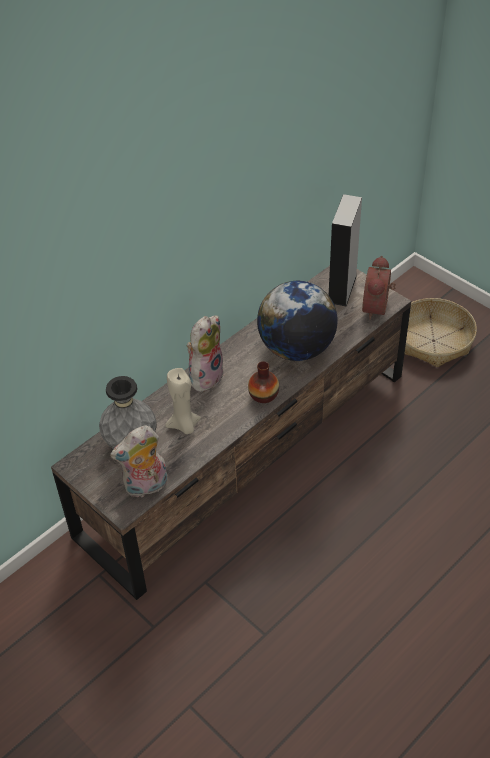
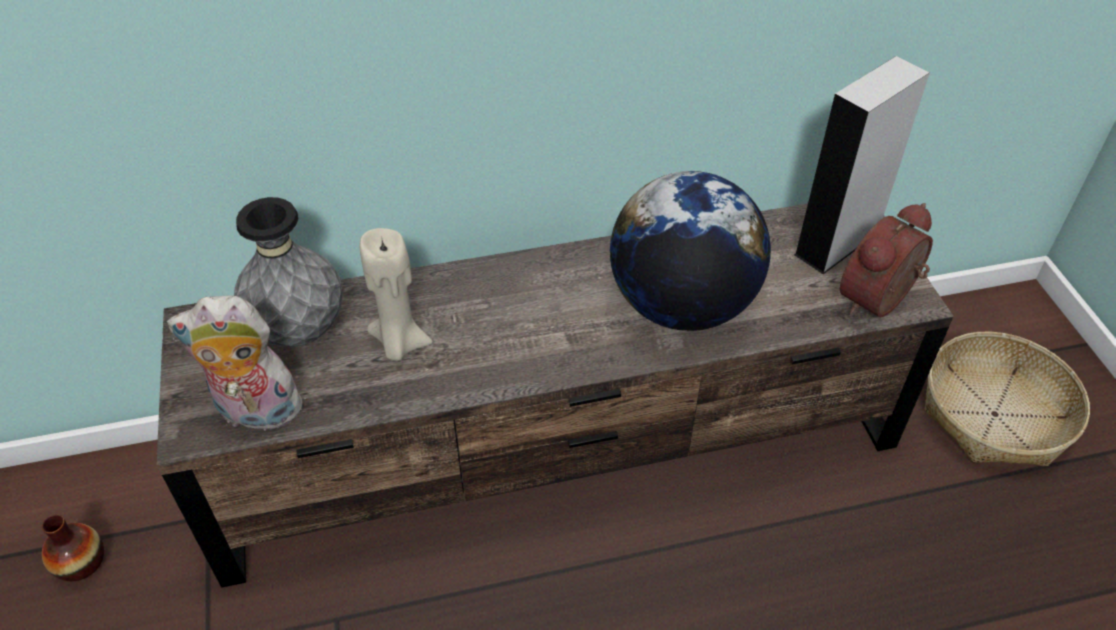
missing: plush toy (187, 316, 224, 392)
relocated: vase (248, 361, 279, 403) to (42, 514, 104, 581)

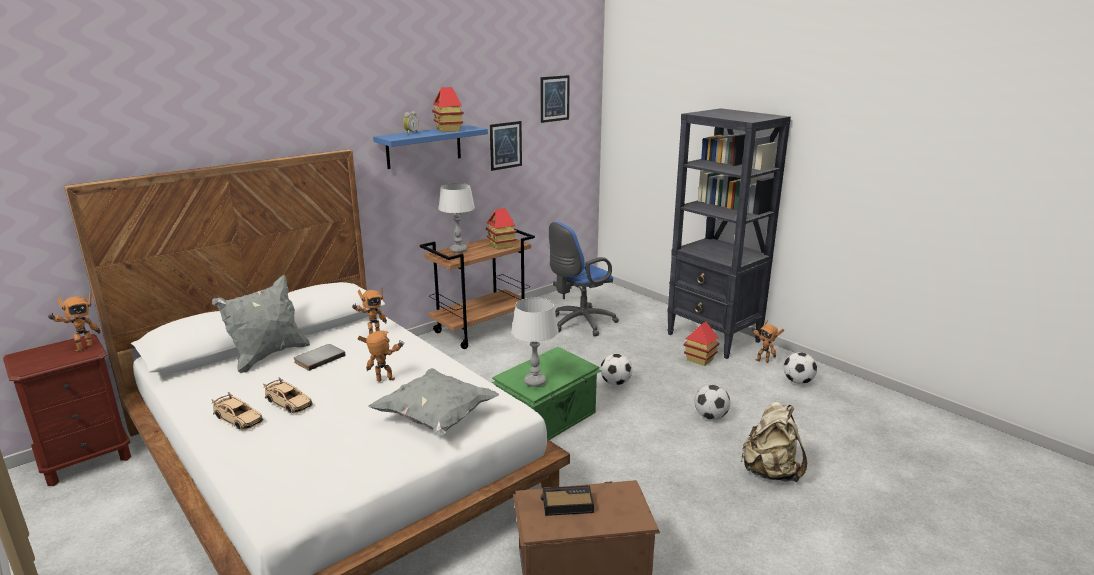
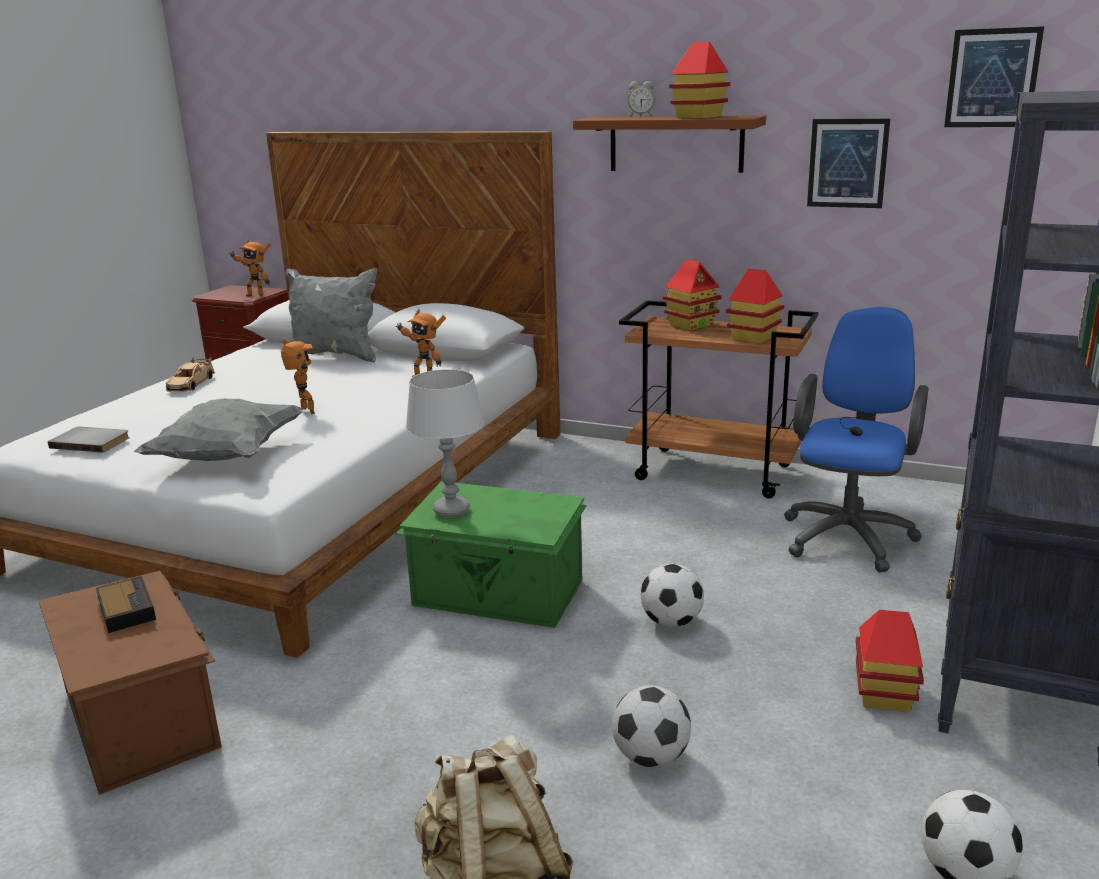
missing: toy robot (751, 321, 784, 363); toy car/beige (263, 377, 313, 414)
relocated: book/grey (294, 344, 345, 371) to (48, 427, 130, 453)
exchanged: table lamp/grey (438, 183, 475, 253) to toy house (663, 259, 722, 331)
colour: shelf/blue (373, 125, 488, 169) to shelf/brown (573, 115, 766, 173)
spun: office chair/blue (549, 222, 619, 336) = (784, 307, 929, 572) 90 degrees clockwise

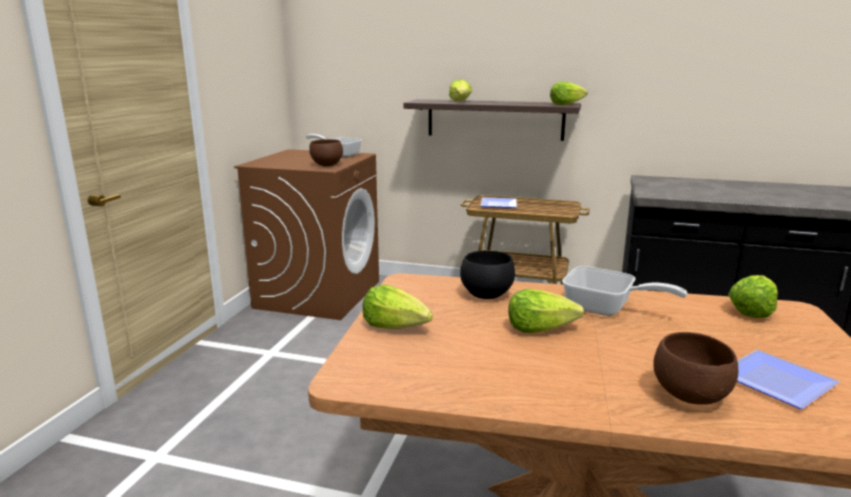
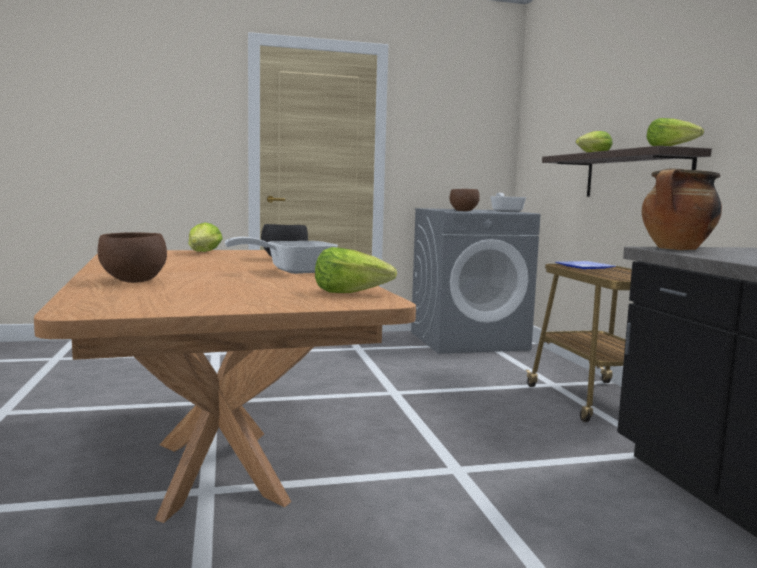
missing: lettuce (509, 289, 584, 333); plate (737, 350, 839, 409)
appeared: cooking pot (642, 168, 722, 250)
colour: washing machine/brown (234, 149, 379, 320) to washing machine/grey (411, 208, 540, 354)
spun: frying pan (562, 266, 687, 316) = (225, 237, 338, 274) 60 degrees clockwise

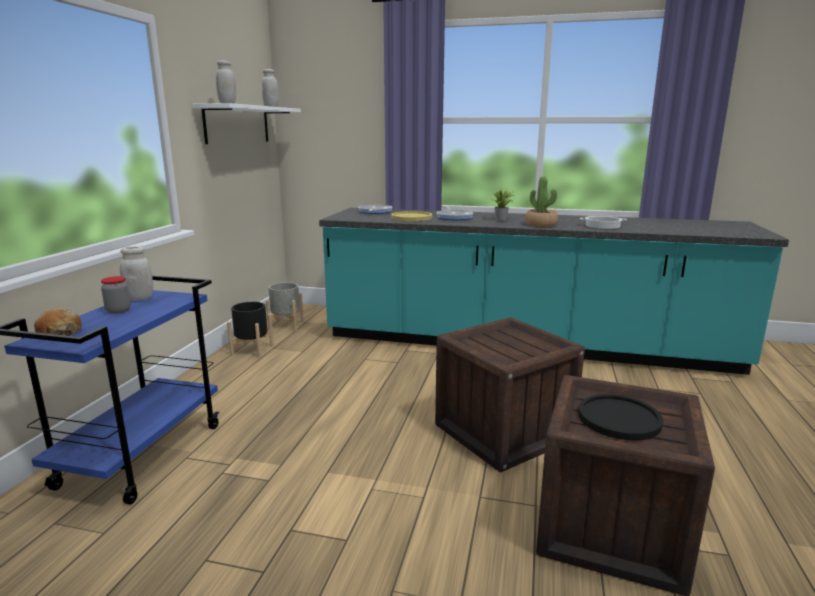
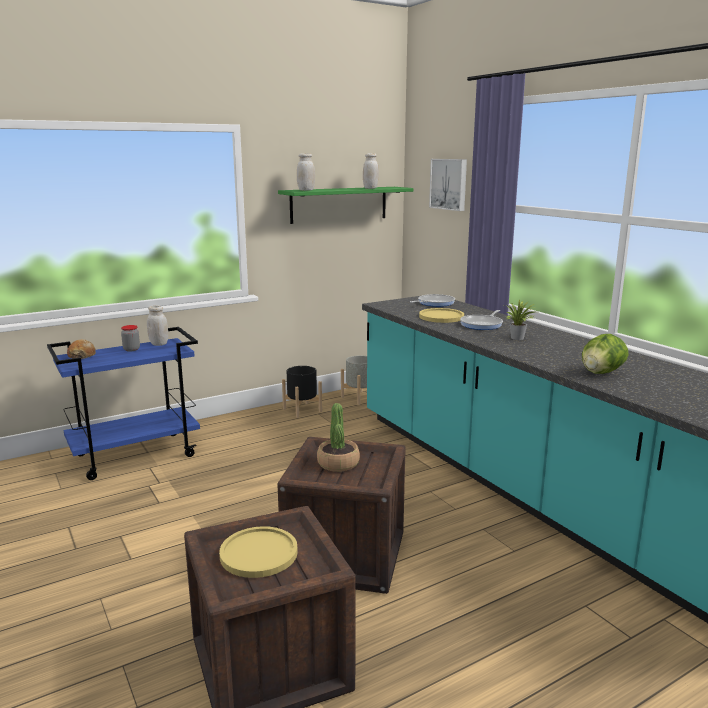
appeared: picture (429, 159, 467, 211)
relocated: potted plant (525, 176, 558, 227) to (317, 403, 360, 472)
exchanged: cooking pot (580, 216, 627, 229) to lettuce (582, 334, 629, 374)
colour: shelf/white (192, 103, 301, 144) to shelf/green (278, 187, 413, 224); plate/black (578, 394, 663, 440) to plate/yellow (219, 526, 298, 578)

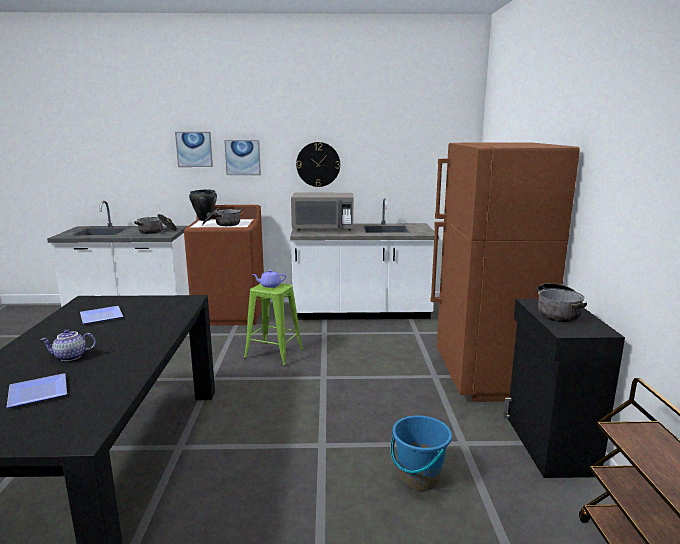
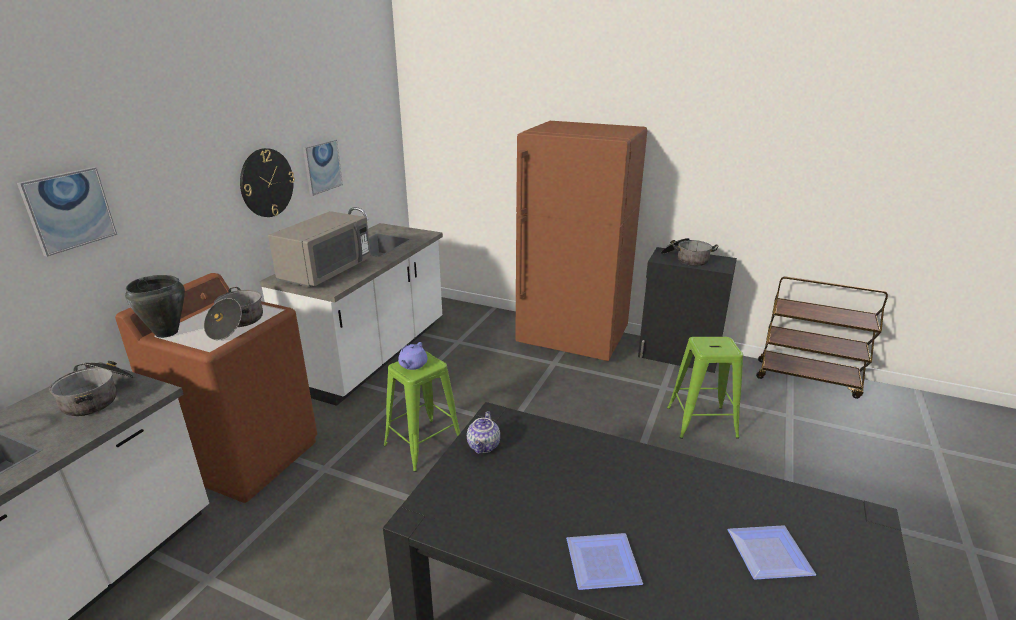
relocated: picture (224, 140, 261, 175) to (303, 139, 343, 196); plate (80, 306, 123, 324) to (566, 533, 643, 590); teapot (40, 329, 96, 361) to (467, 411, 500, 454)
exchanged: bucket/blue (391, 416, 452, 491) to stool/green (667, 337, 743, 439)

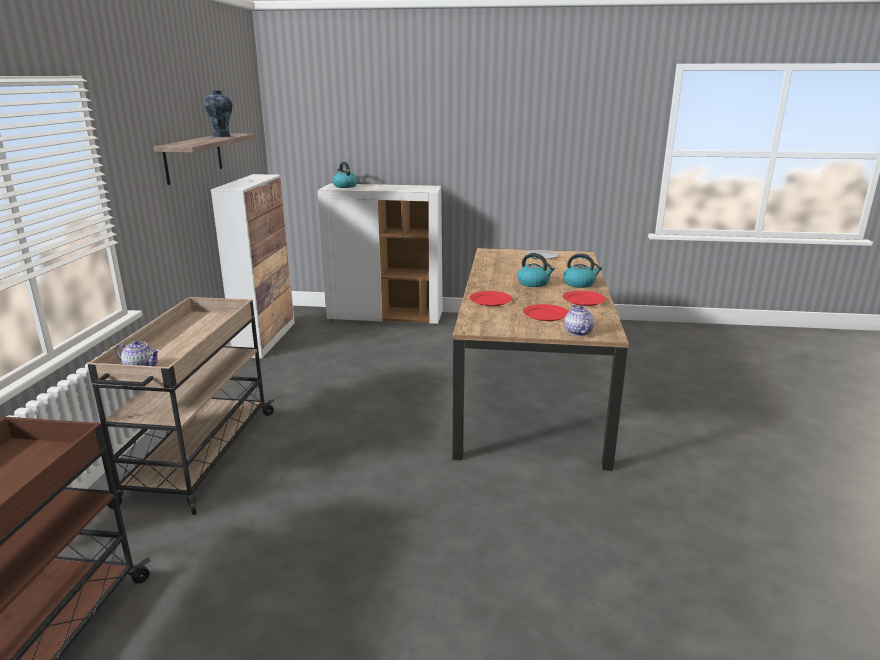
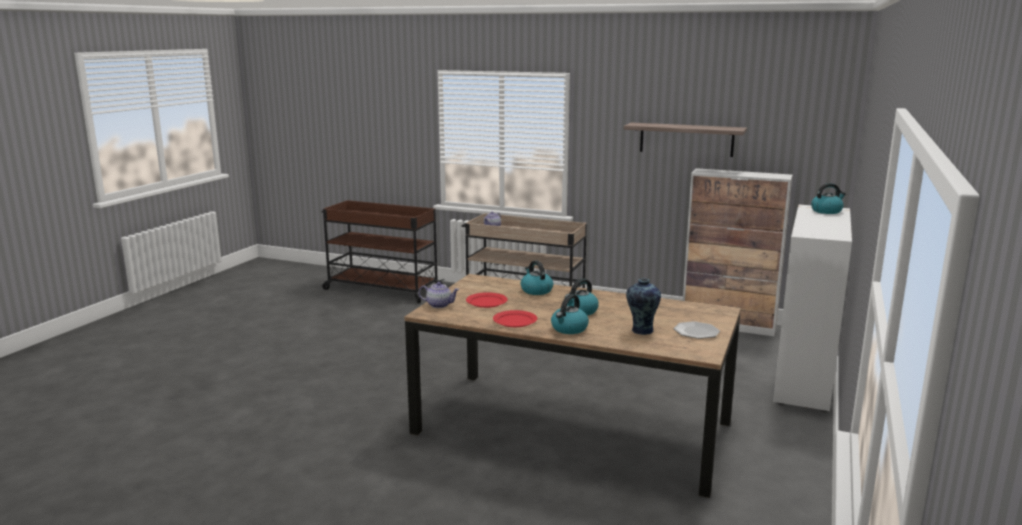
relocated: vase (204, 90, 232, 137) to (626, 278, 661, 335)
exchanged: plate/red (469, 291, 512, 306) to kettle (521, 260, 553, 295)

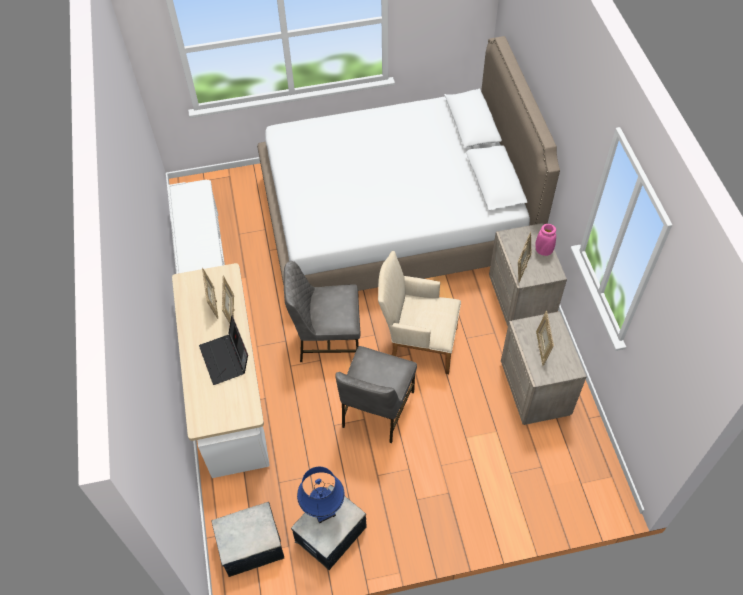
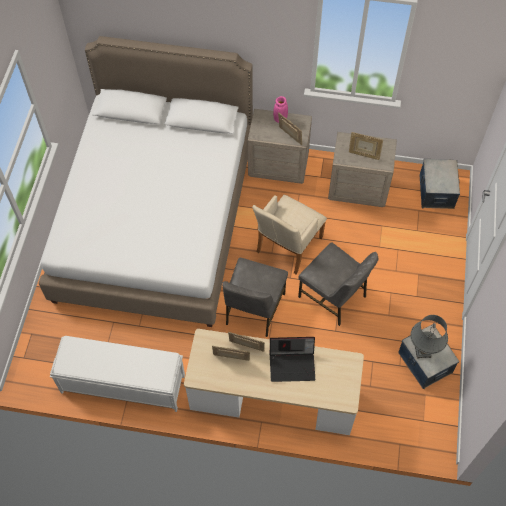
relocated: storage box (211, 502, 284, 577) to (420, 159, 460, 209)
colour: table lamp/blue (297, 467, 345, 523) to table lamp/grey (410, 315, 448, 359)

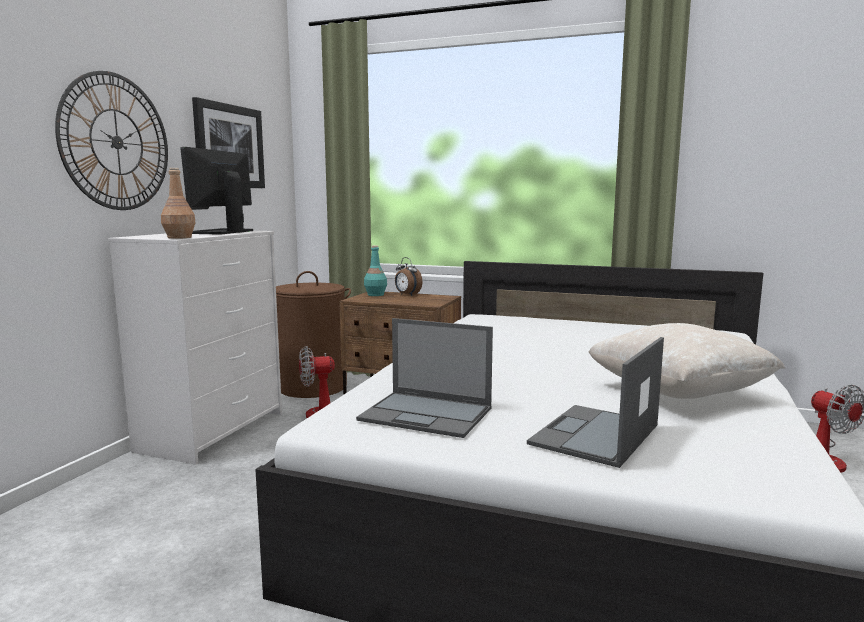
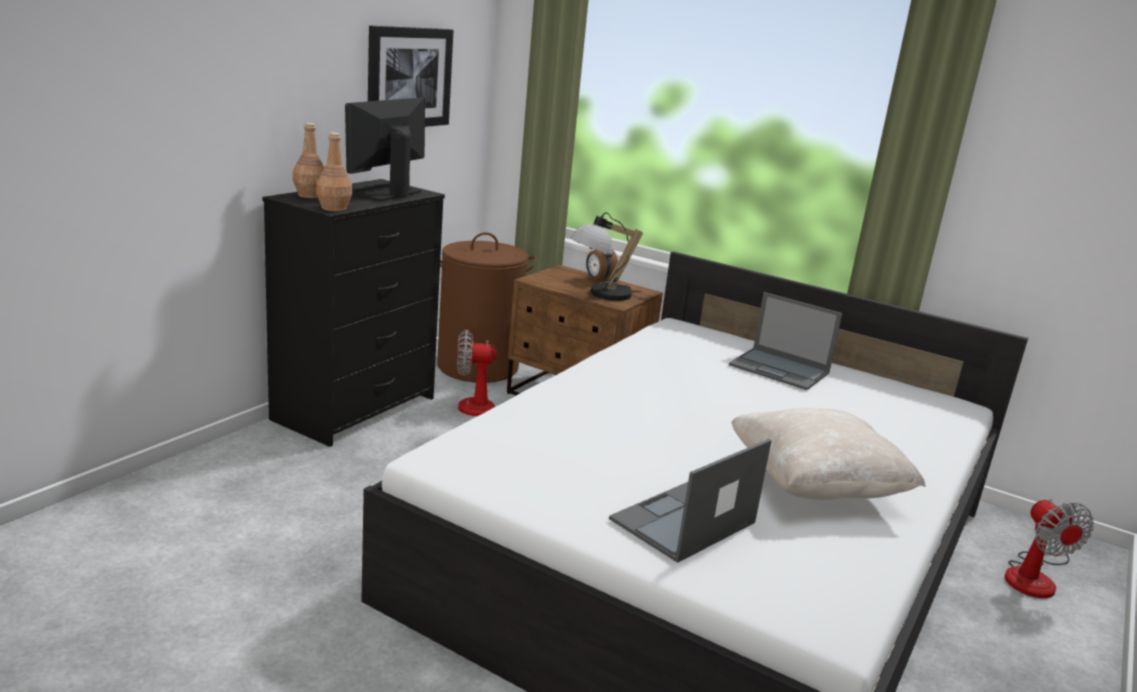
missing: wall clock (55, 71, 168, 210); bottle/turquoise (364, 245, 387, 296)
appeared: bottle/brown (293, 123, 324, 198); table lamp (571, 212, 643, 301)
relocated: laptop (356, 318, 493, 438) to (729, 292, 842, 390)
colour: dresser/white (108, 231, 282, 465) to dresser/black (262, 179, 445, 447)

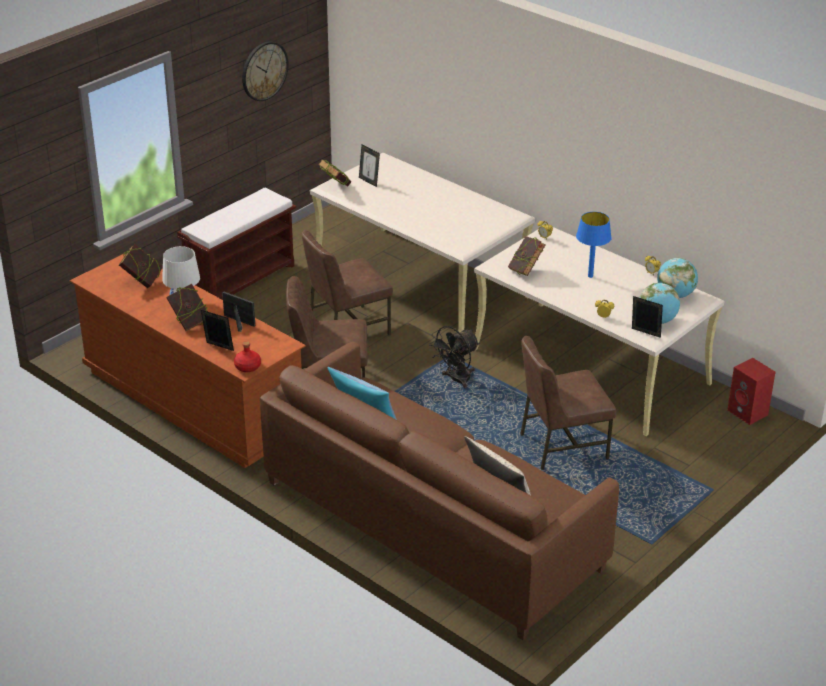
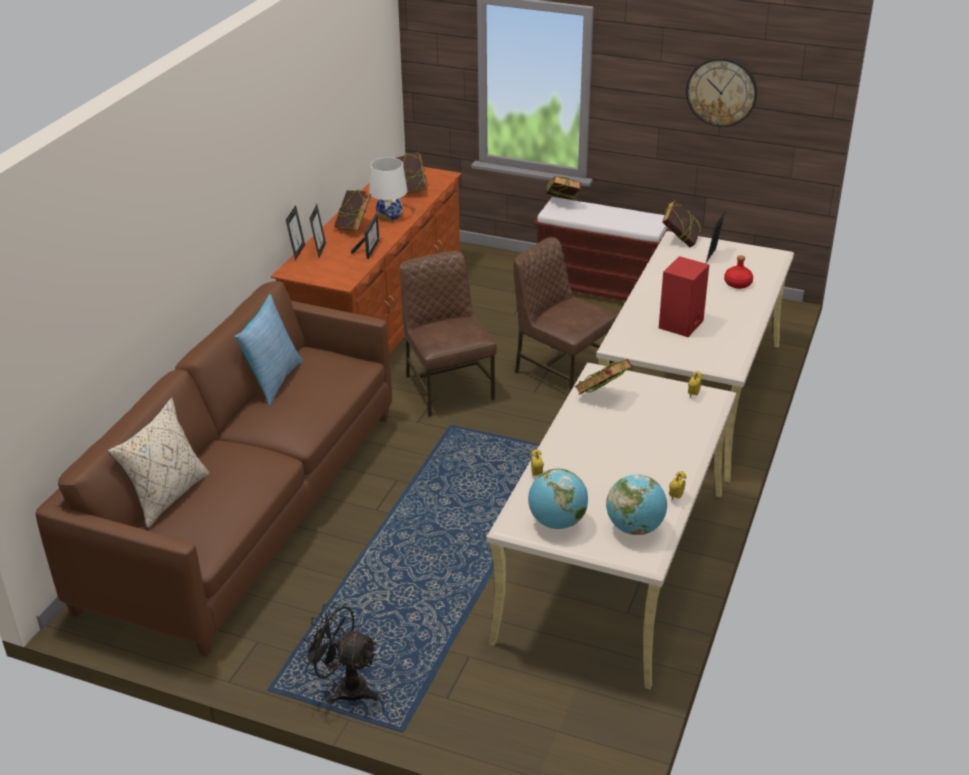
missing: table lamp/blue (576, 212, 612, 278); chair/brown (520, 336, 616, 470)
appeared: book (546, 176, 581, 200)
relocated: picture frame (632, 296, 663, 338) to (286, 205, 305, 261); fan/black (429, 326, 480, 388) to (300, 603, 379, 704); bottle/red (234, 341, 261, 372) to (724, 255, 753, 289); speaker/red (727, 358, 775, 425) to (659, 256, 709, 337)

